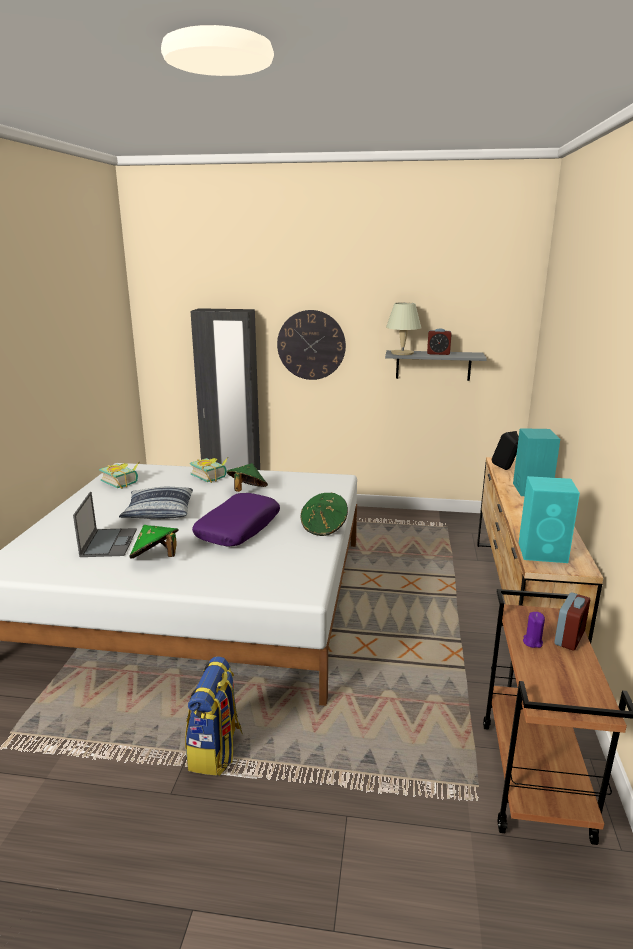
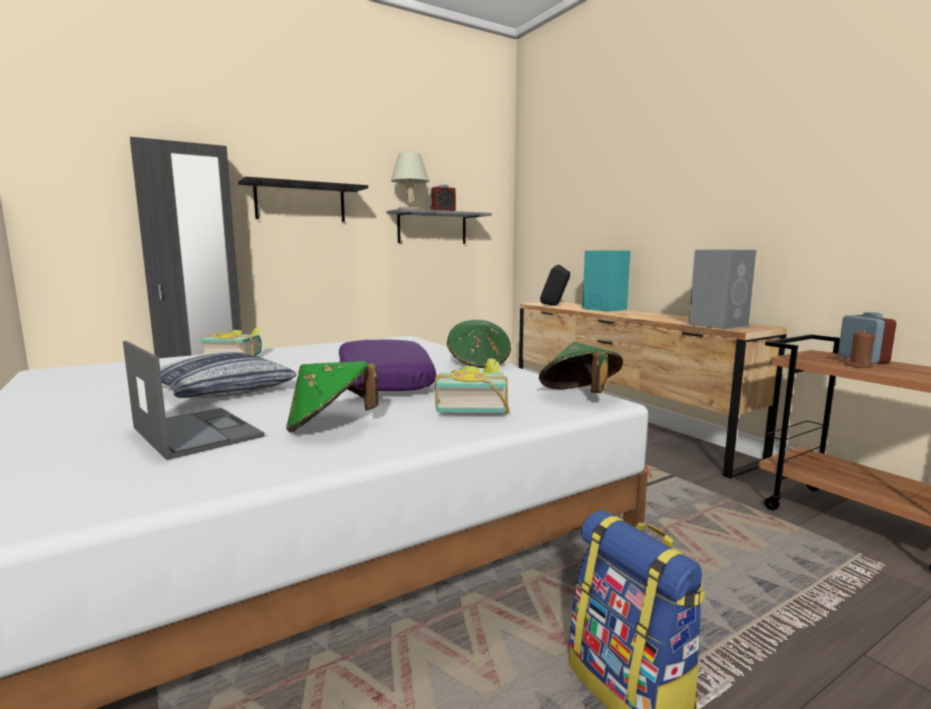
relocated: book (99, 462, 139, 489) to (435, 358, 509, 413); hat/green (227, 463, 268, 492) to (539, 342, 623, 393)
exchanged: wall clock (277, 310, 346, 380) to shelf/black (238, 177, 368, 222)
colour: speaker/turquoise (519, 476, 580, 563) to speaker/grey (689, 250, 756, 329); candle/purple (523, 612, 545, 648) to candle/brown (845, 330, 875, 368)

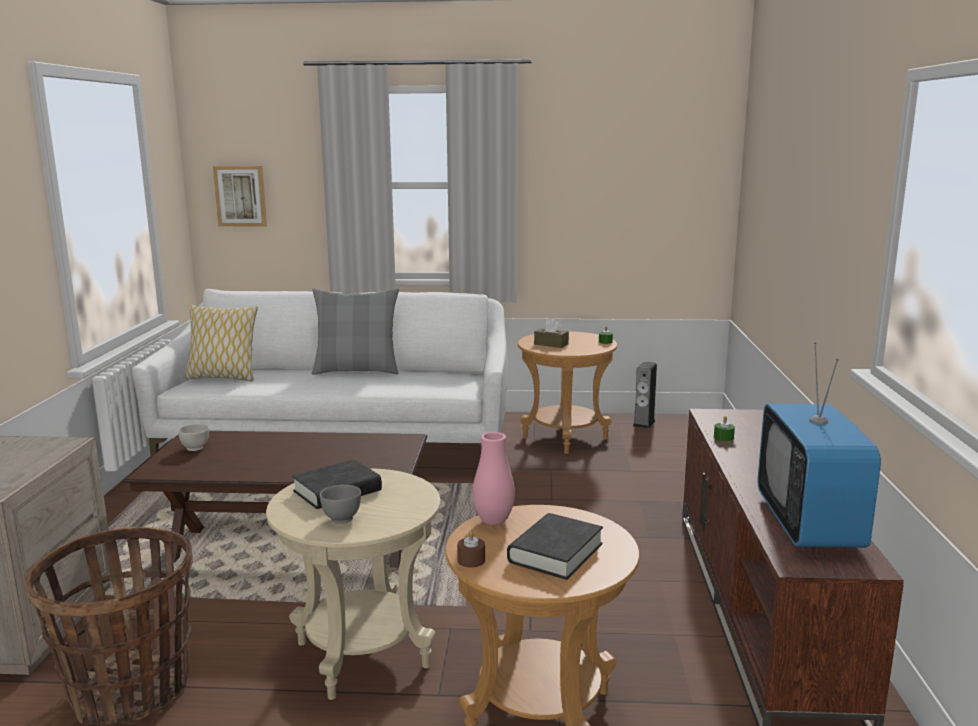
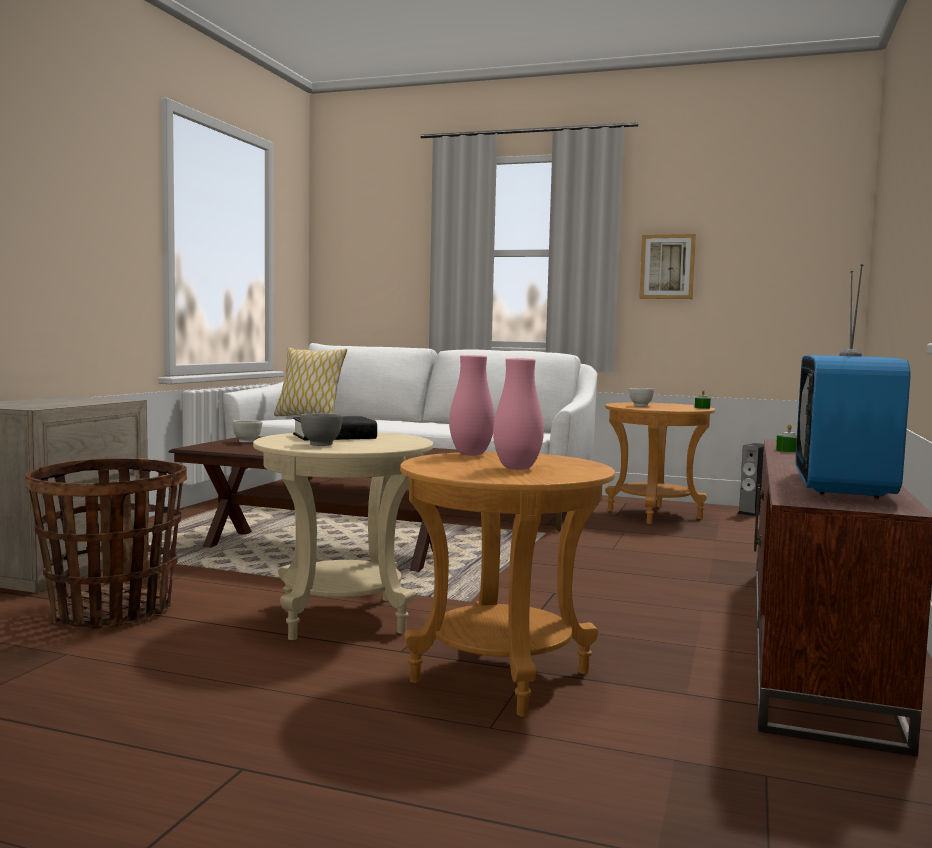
missing: pillow/grey (312, 288, 399, 375); candle/brown (457, 530, 485, 568)
relocated: picture (213, 166, 267, 226) to (639, 234, 696, 299)
exchanged: tissue box/brown (534, 318, 569, 348) to bowl/white (629, 388, 654, 406); book/black (507, 513, 603, 580) to vase/pink (493, 358, 544, 470)

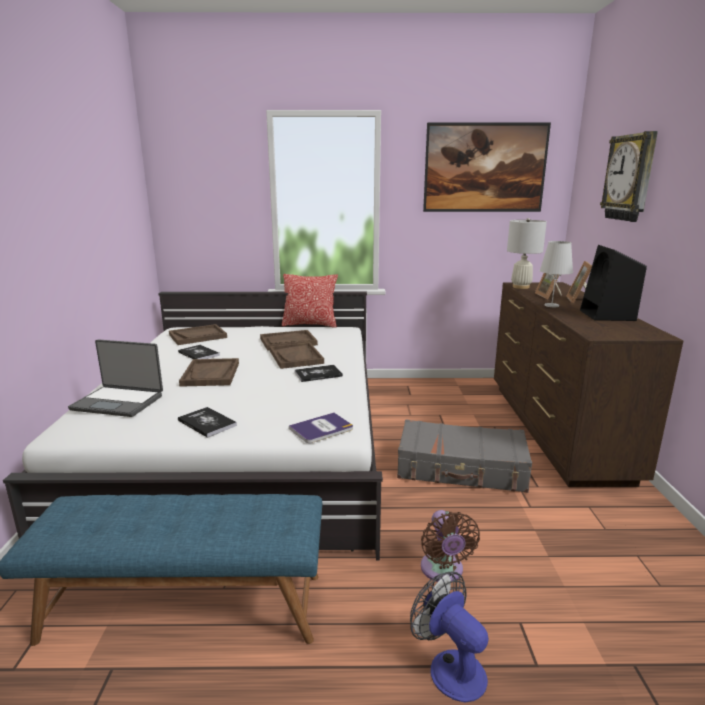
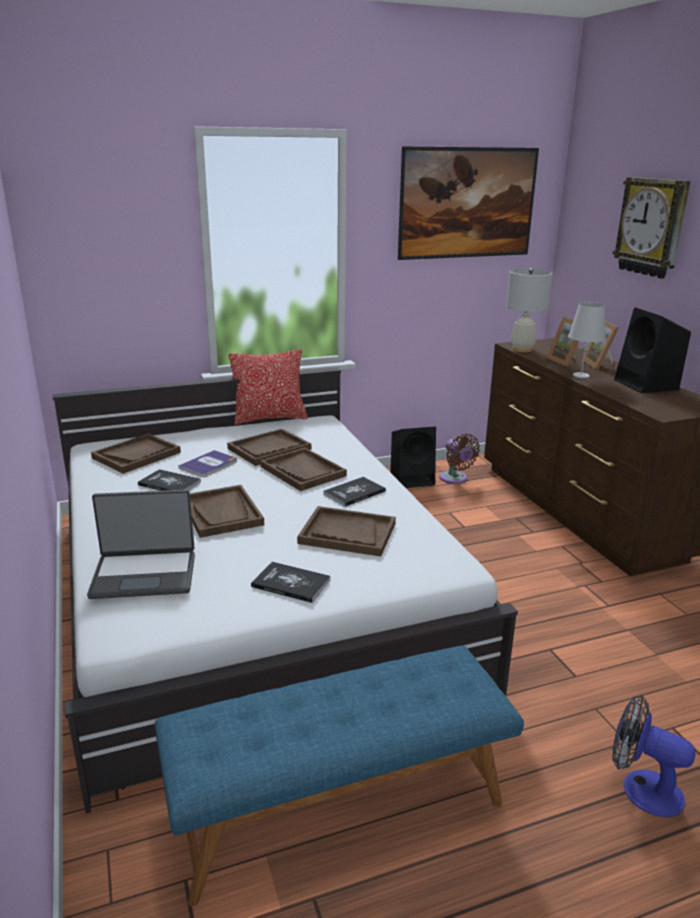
missing: suitcase/grey (397, 419, 532, 493)
appeared: speaker/black (390, 427, 436, 488); tray/brown (297, 506, 396, 557)
relocated: book (289, 413, 353, 443) to (178, 450, 237, 477); fan/brown (421, 510, 480, 582) to (440, 434, 480, 484)

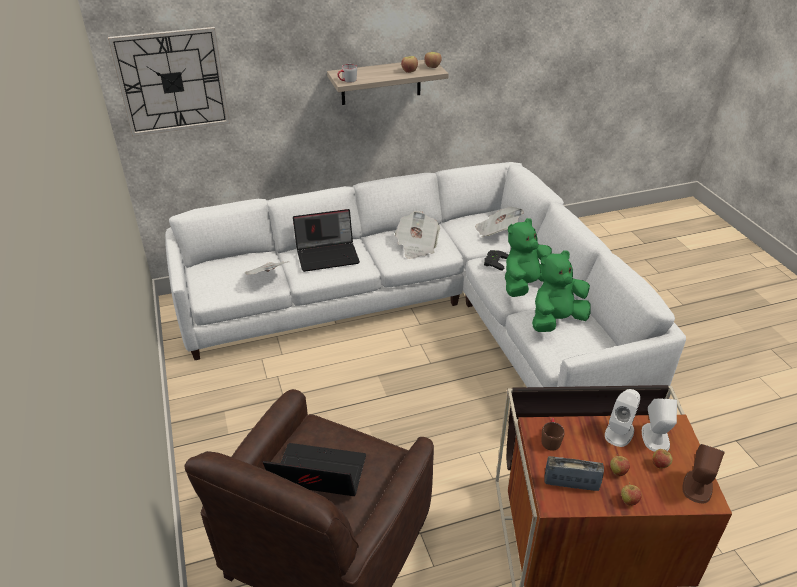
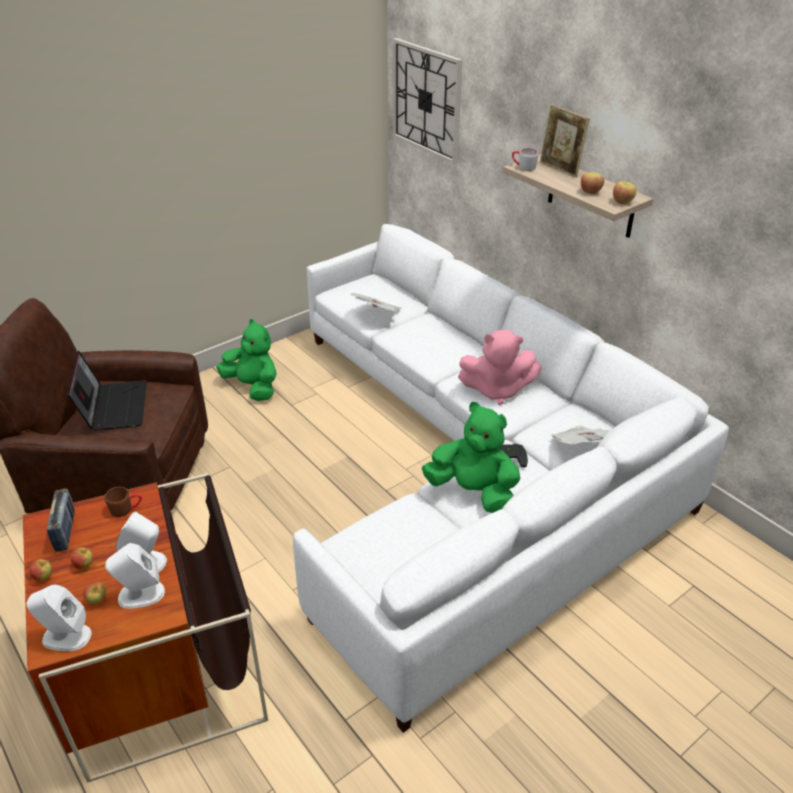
missing: laptop (293, 209, 360, 272)
appeared: picture frame (540, 104, 590, 178)
relocated: plush toy/green (532, 250, 591, 332) to (216, 319, 276, 401)
exchanged: newspaper (395, 211, 440, 259) to plush toy/pink (458, 330, 542, 405)
colour: speaker/brown (682, 444, 725, 504) to speaker/white (26, 584, 92, 651)

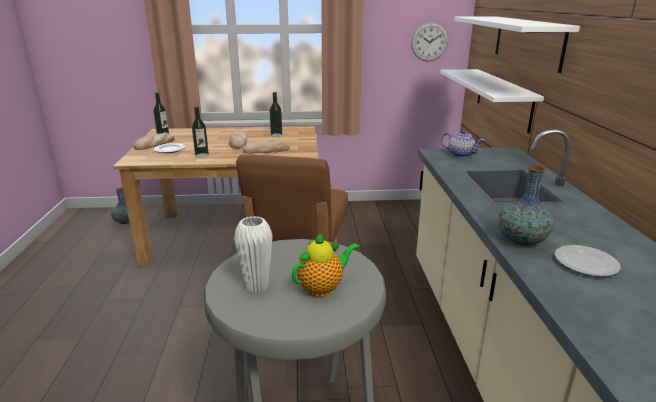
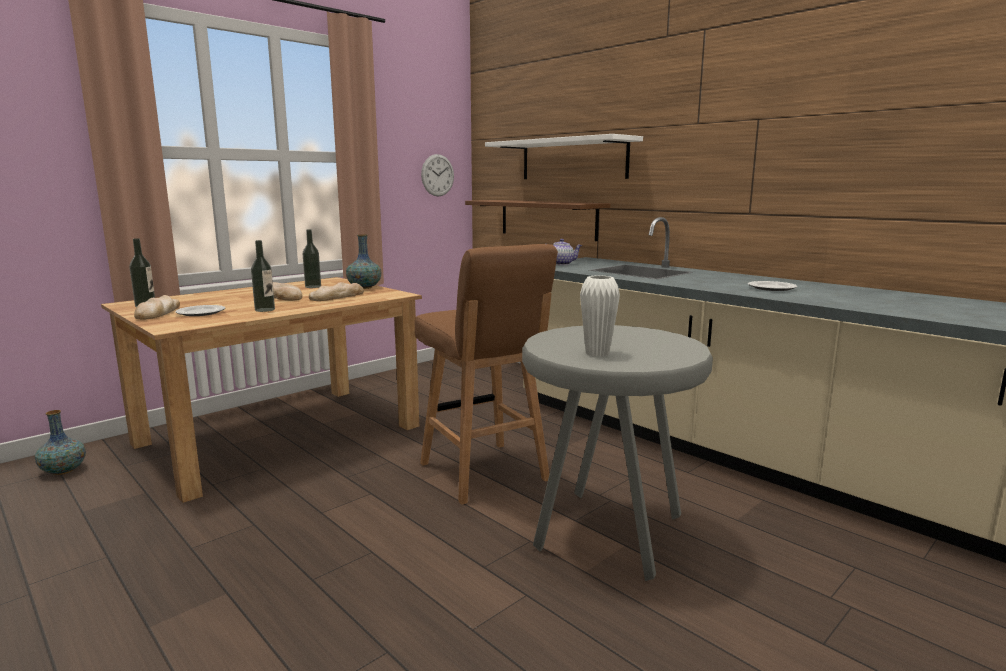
missing: teapot (292, 233, 359, 297)
relocated: vase (498, 166, 554, 246) to (346, 234, 382, 289)
colour: shelf/white (440, 69, 544, 133) to shelf/brown (465, 200, 611, 241)

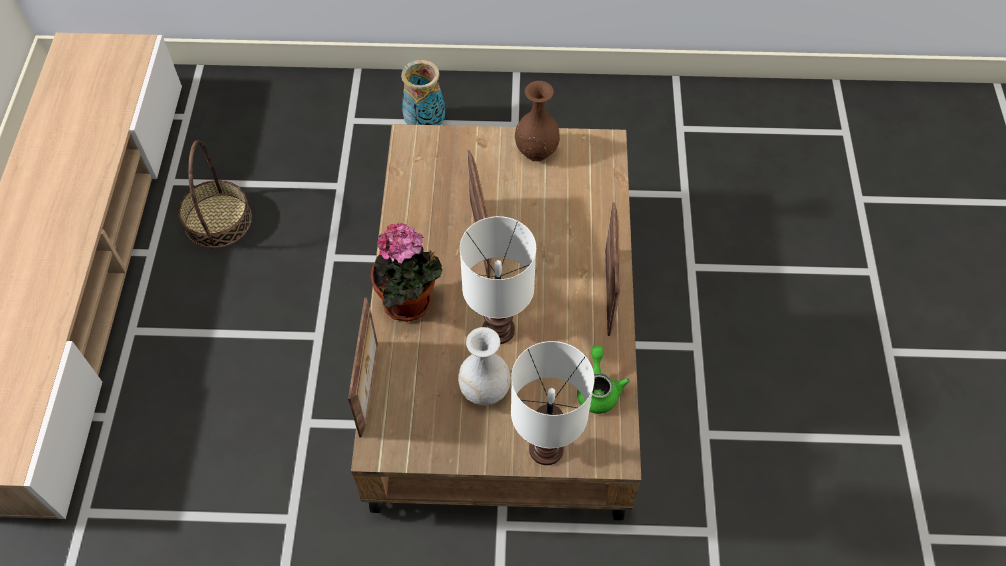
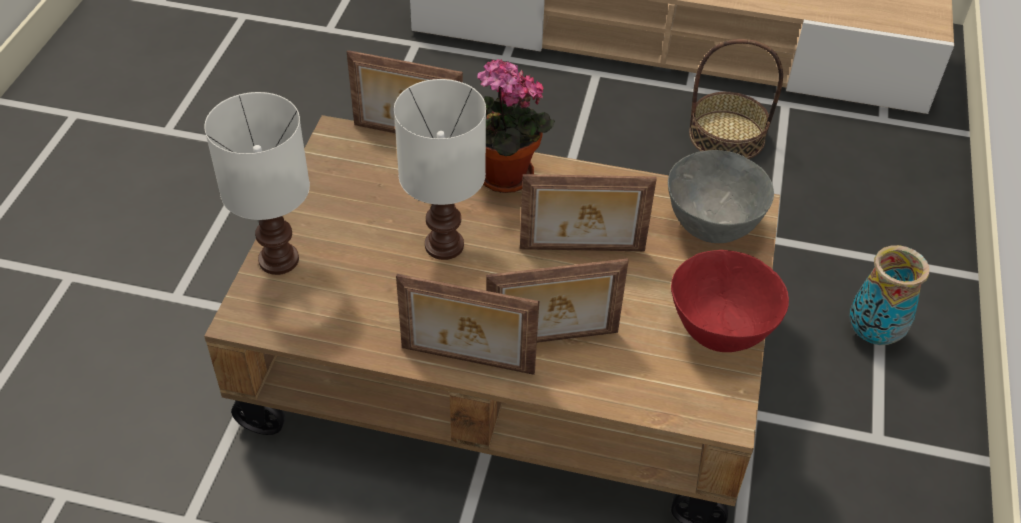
missing: vase/white (458, 327, 511, 405); teapot/green (577, 345, 630, 414)
appeared: bowl/grey (668, 150, 774, 243); picture frame (486, 258, 629, 343)
exchanged: vase/brown (515, 81, 560, 161) to bowl/red (671, 250, 789, 352)

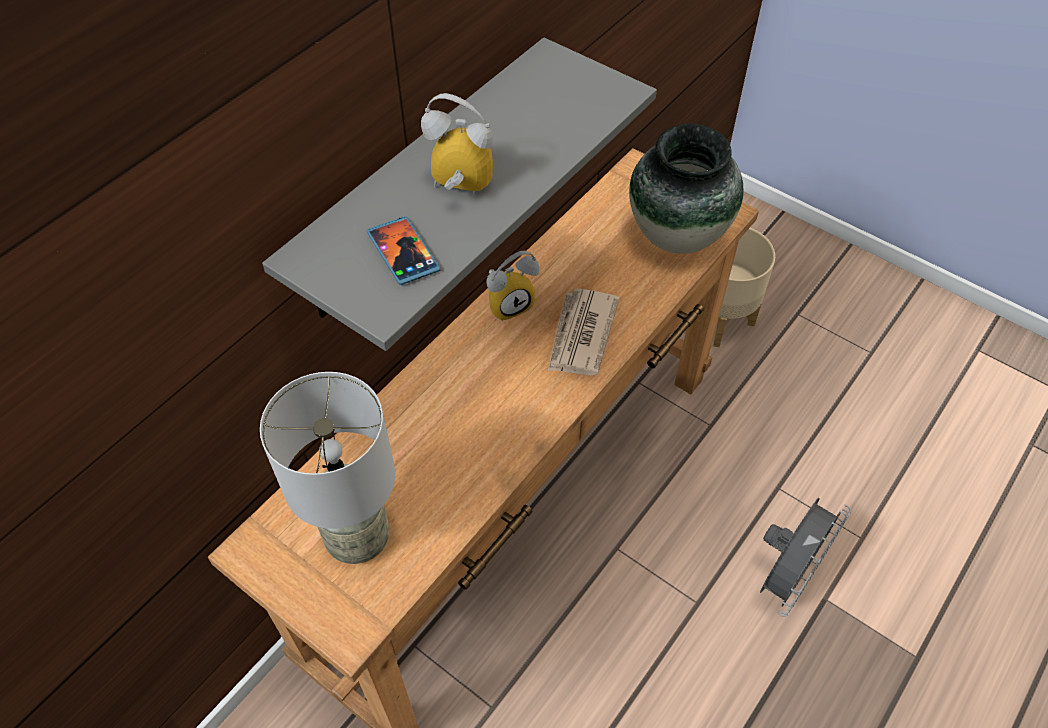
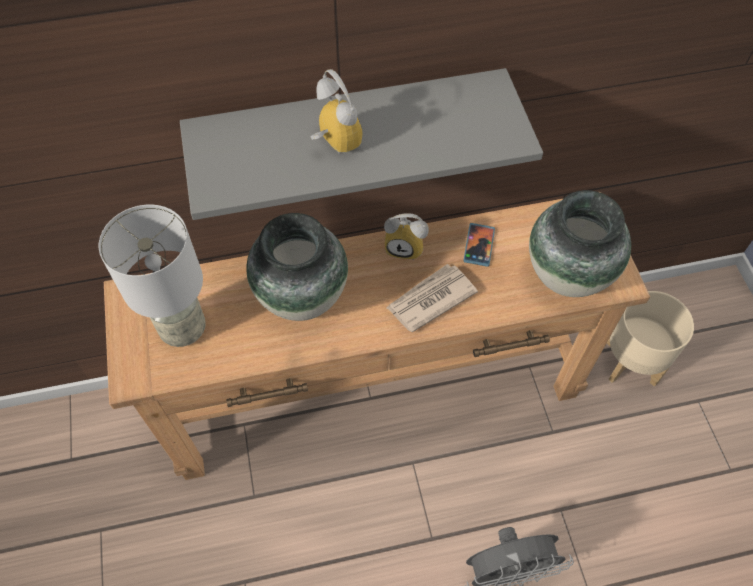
appeared: vase (246, 213, 348, 321)
relocated: phone (367, 216, 440, 285) to (463, 223, 495, 267)

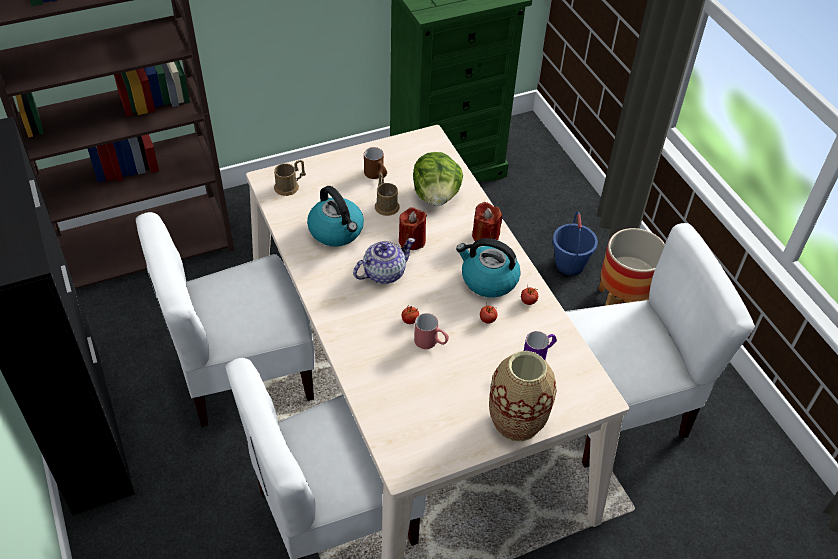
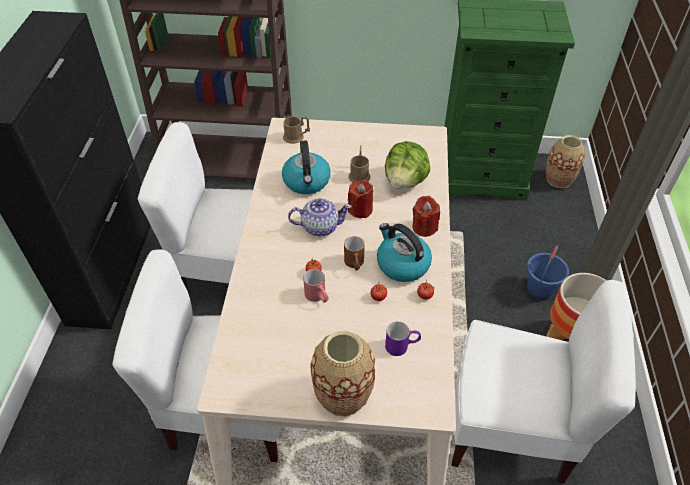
appeared: vase (546, 135, 585, 188)
relocated: mug/brown (364, 147, 387, 179) to (344, 236, 365, 271)

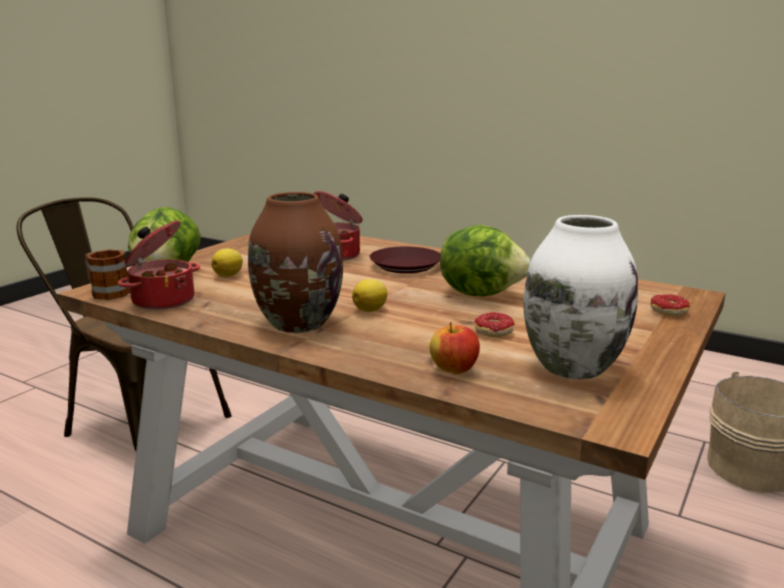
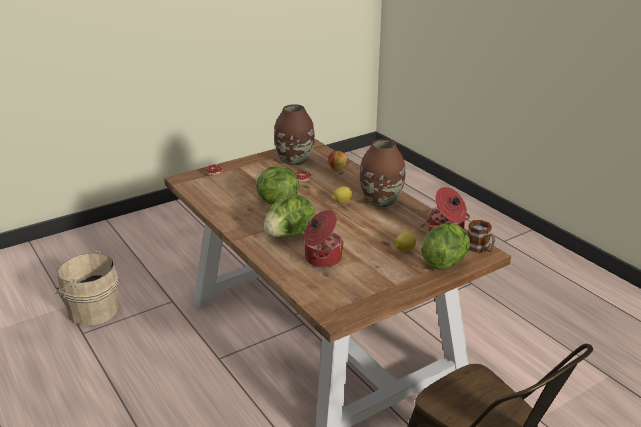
exchanged: plate/brown (370, 246, 440, 273) to lettuce (264, 194, 316, 238)
colour: vase/white (523, 215, 638, 379) to vase/brown (274, 104, 315, 165)

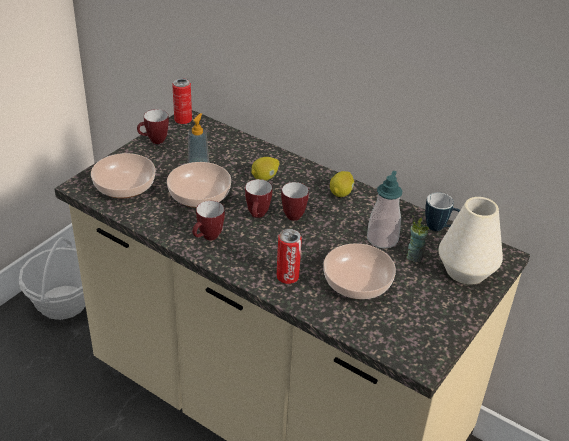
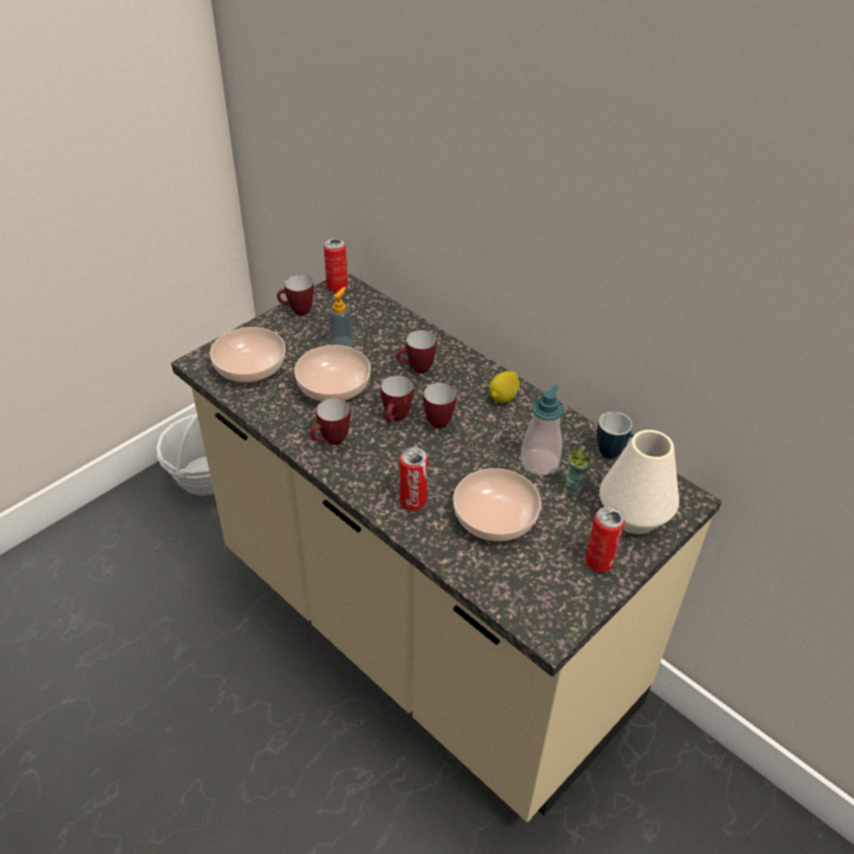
appeared: can (585, 506, 625, 572)
exchanged: lemon (251, 157, 279, 181) to mug (396, 330, 437, 374)

